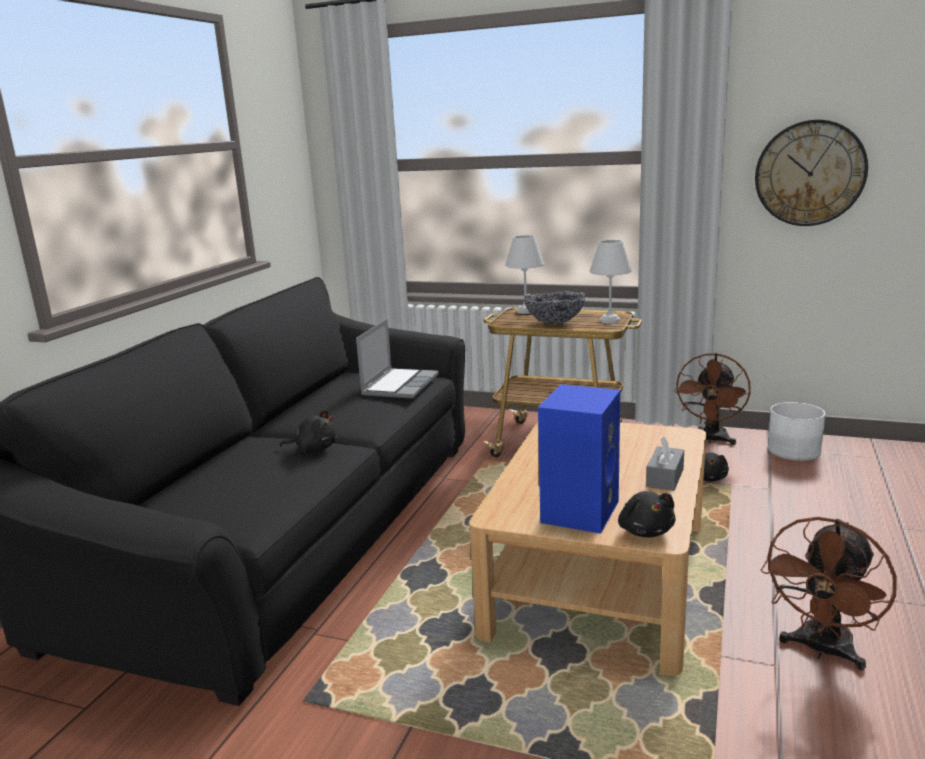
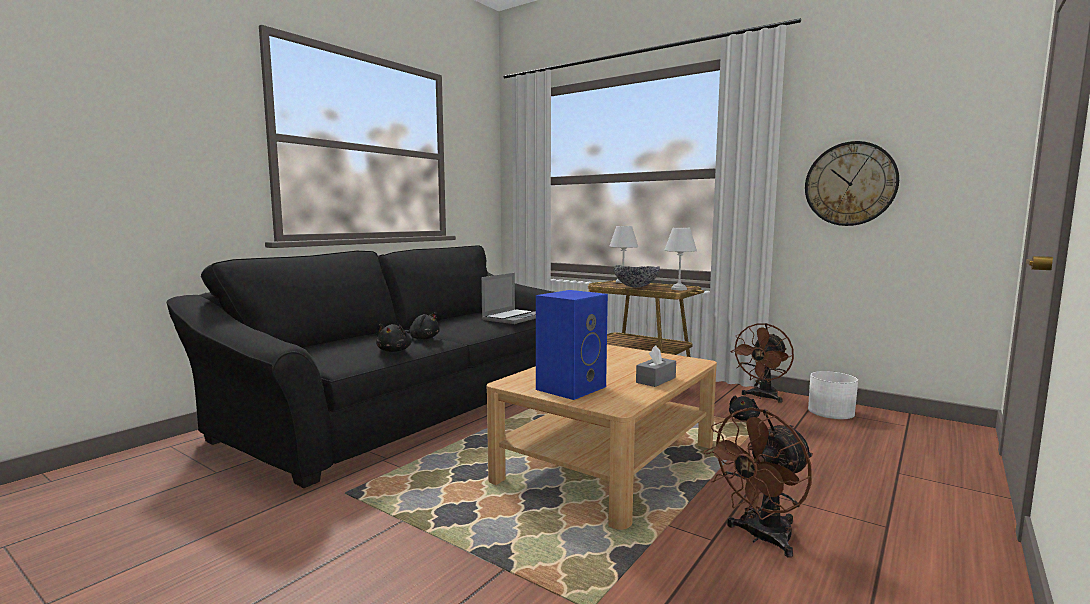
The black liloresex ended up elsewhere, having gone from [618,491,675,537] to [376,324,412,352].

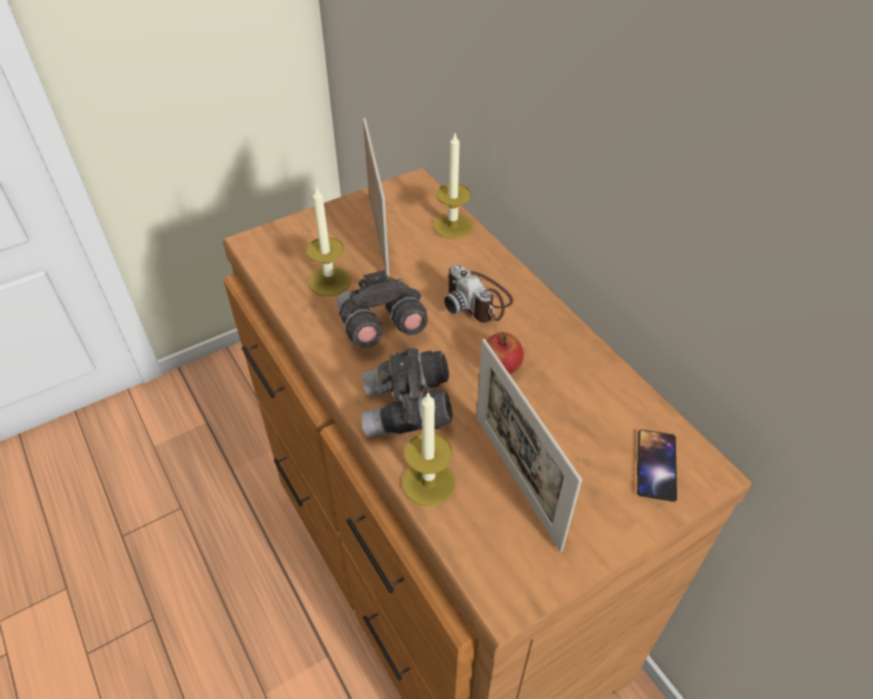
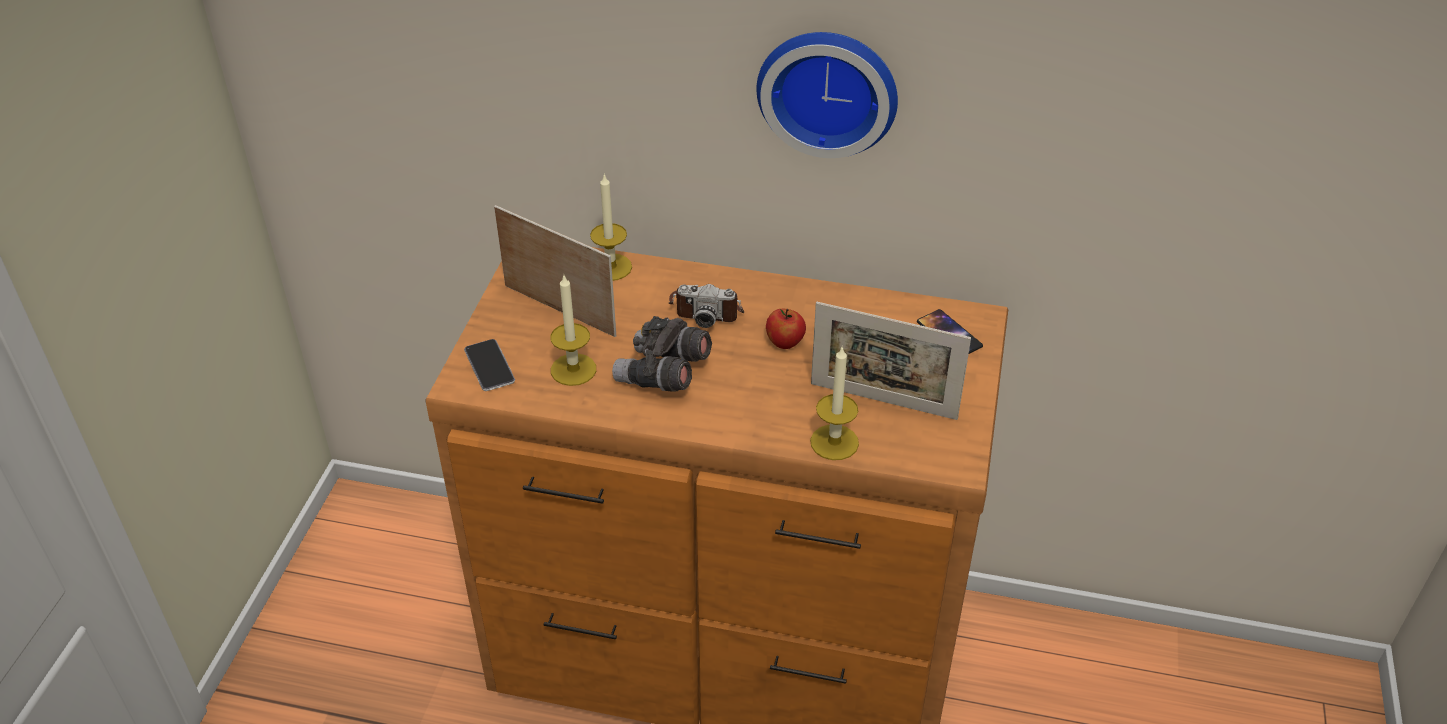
The second view lost the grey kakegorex at [361,348,453,437].
The second view gained the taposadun at [464,339,515,391].
The second view gained the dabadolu at [757,32,898,158].

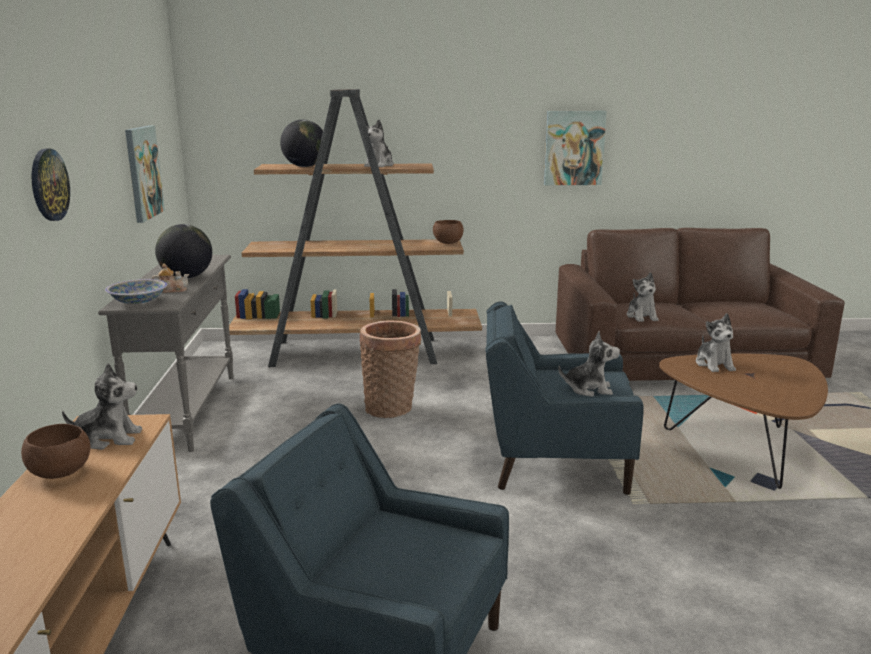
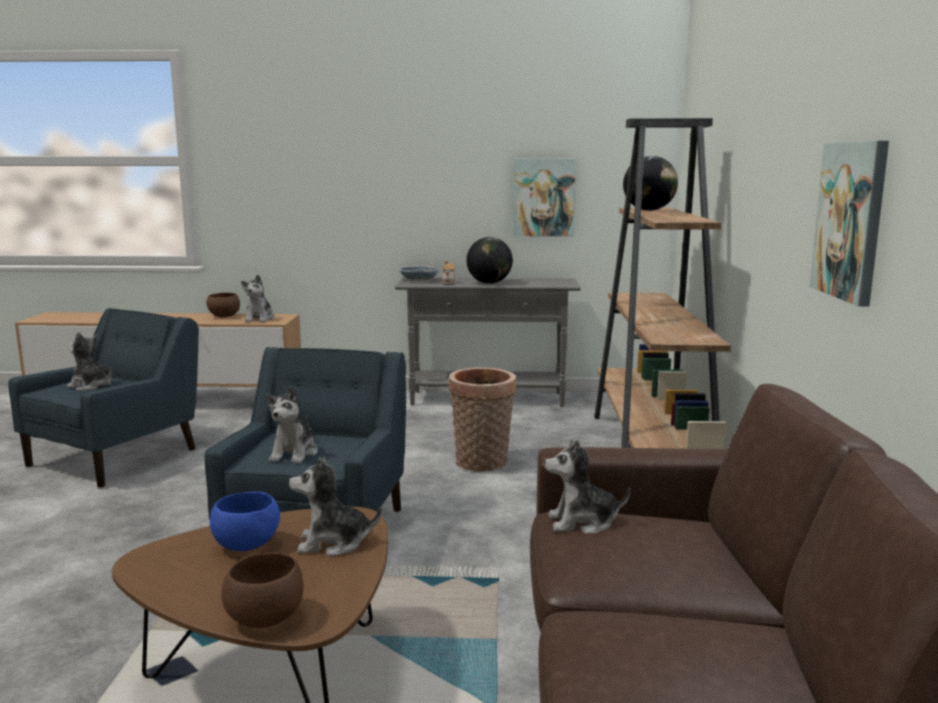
The second view lost the dabadolu at [32,149,70,221].
The second view gained the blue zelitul at [210,492,280,551].
The liloresex ended up elsewhere, having gone from [364,120,394,167] to [67,332,111,391].
The brown zelitul ended up elsewhere, having gone from [433,220,464,244] to [221,552,304,628].

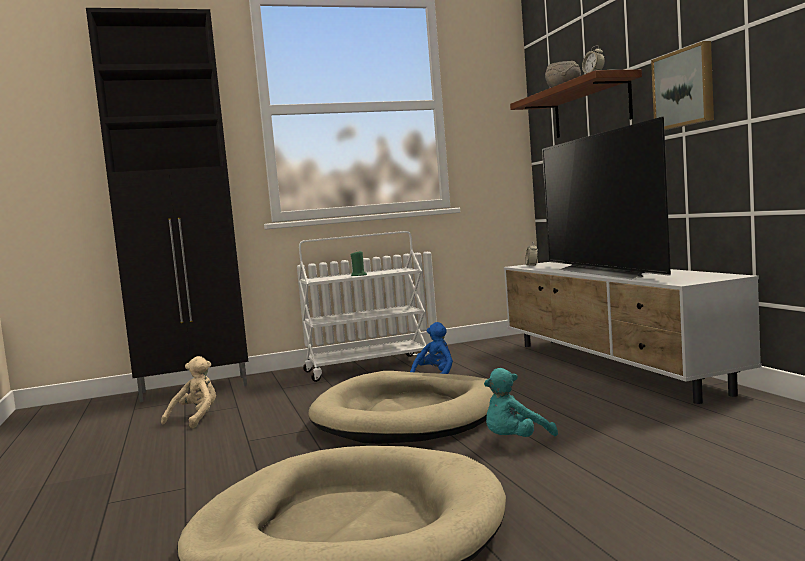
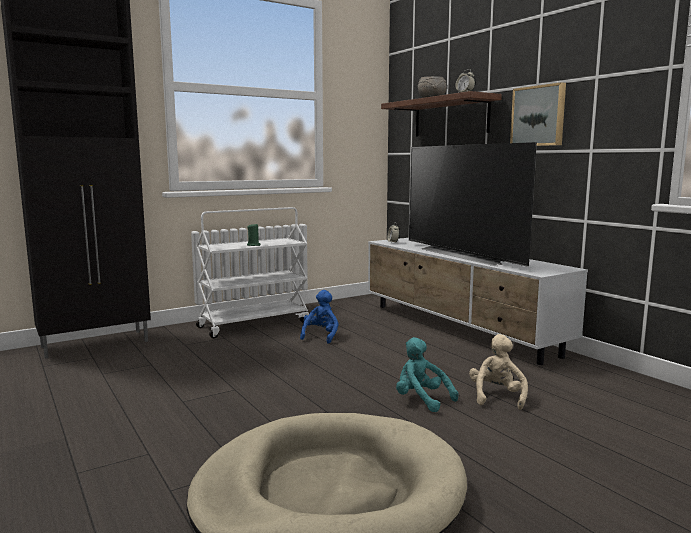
The second view lost the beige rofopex at [308,371,494,444].
The beige liloresex ended up elsewhere, having gone from [161,356,216,429] to [469,334,528,410].
The turquoise liloresex at [484,368,558,437] ended up facing another way, 90 degrees clockwise from before.

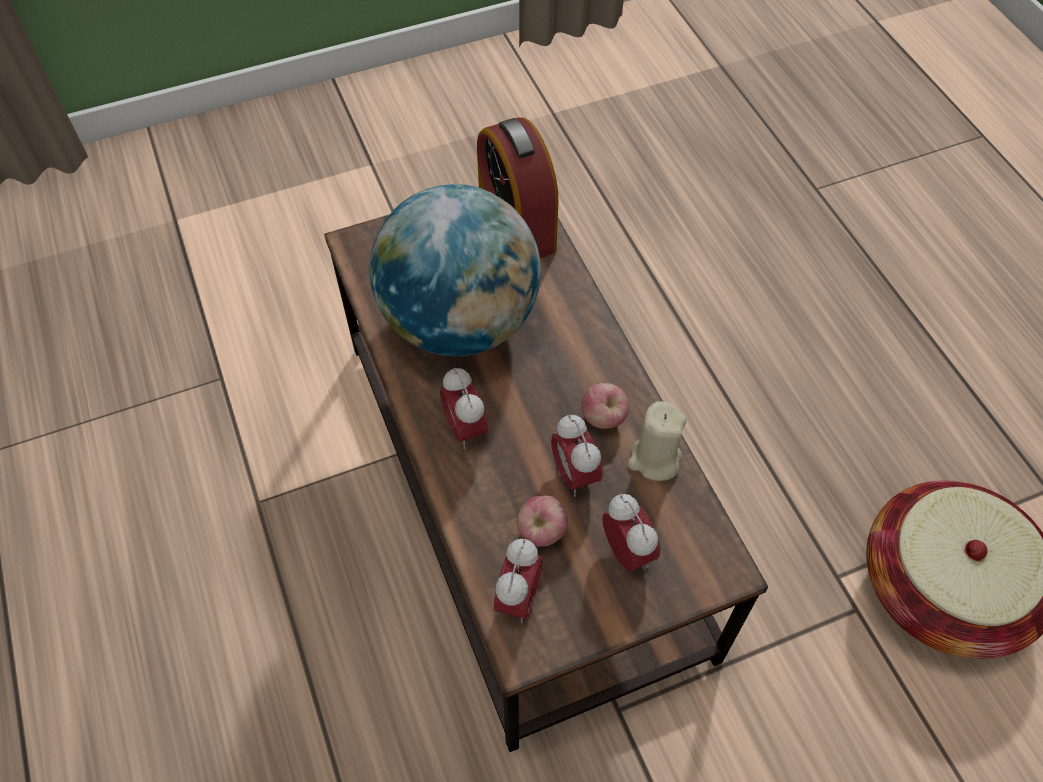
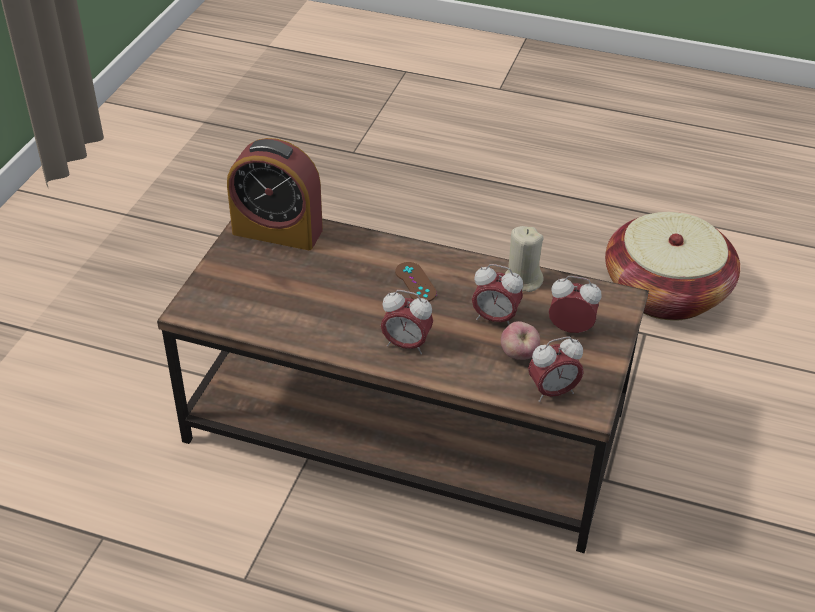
The second view lost the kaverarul at [370,184,541,356].
The second view lost the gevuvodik at [581,383,629,429].
The second view gained the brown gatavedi at [395,262,437,302].
The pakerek at [494,539,542,623] ended up facing another way, 105 degrees clockwise from before.

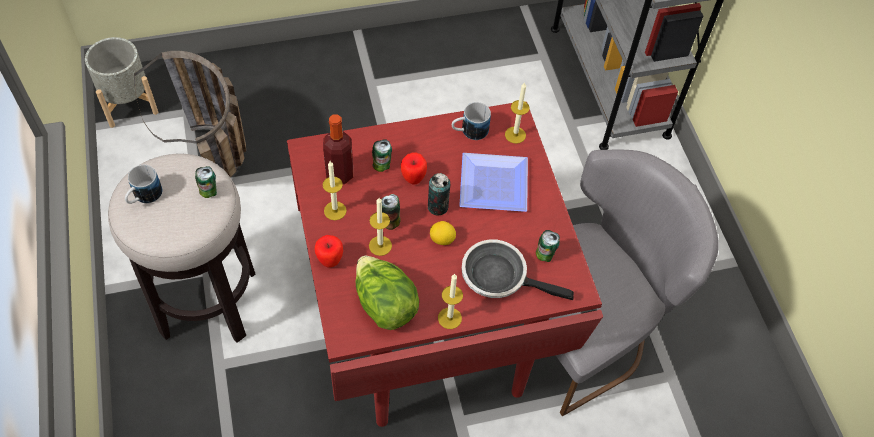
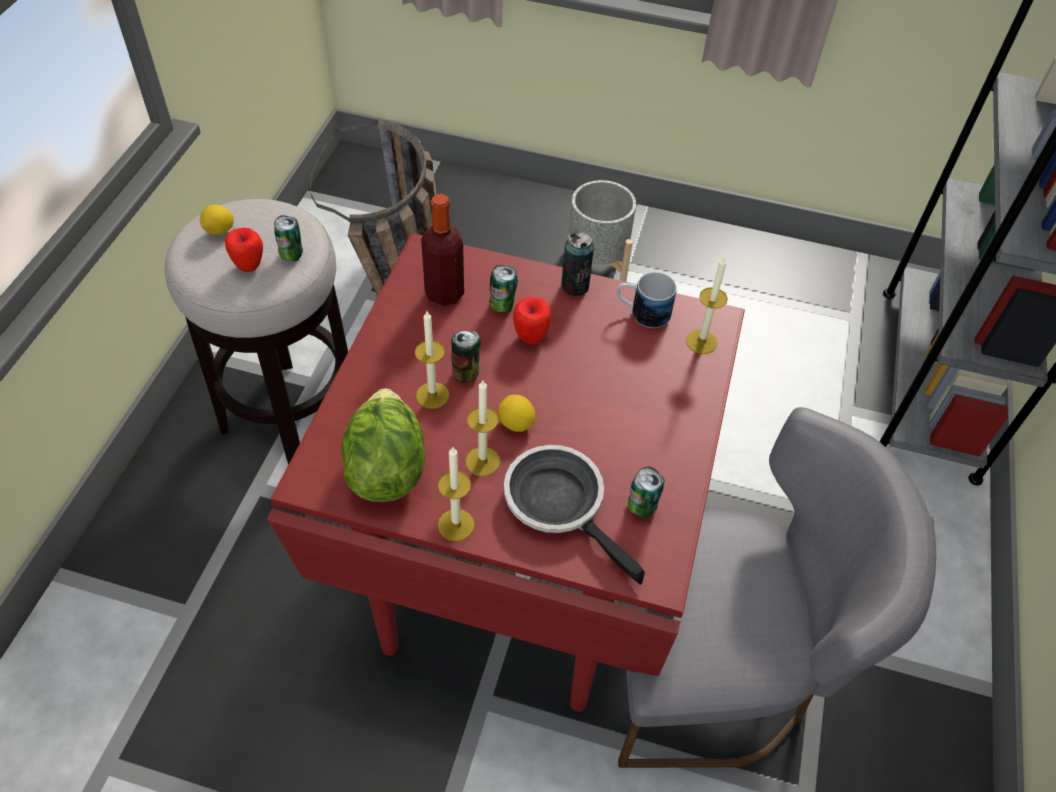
The second view lost the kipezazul at [459,153,528,212].
The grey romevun ended up elsewhere, having gone from [85,37,158,128] to [568,180,636,282].
The gevuvodik ended up elsewhere, having gone from [315,235,343,267] to [225,228,263,272].
The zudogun ended up elsewhere, having gone from [322,161,347,220] to [466,380,500,476].
The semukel ended up elsewhere, having gone from [428,173,450,215] to [561,232,594,296].
Where the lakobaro stood at [125,165,162,204], the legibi came to stand at [200,205,234,235].

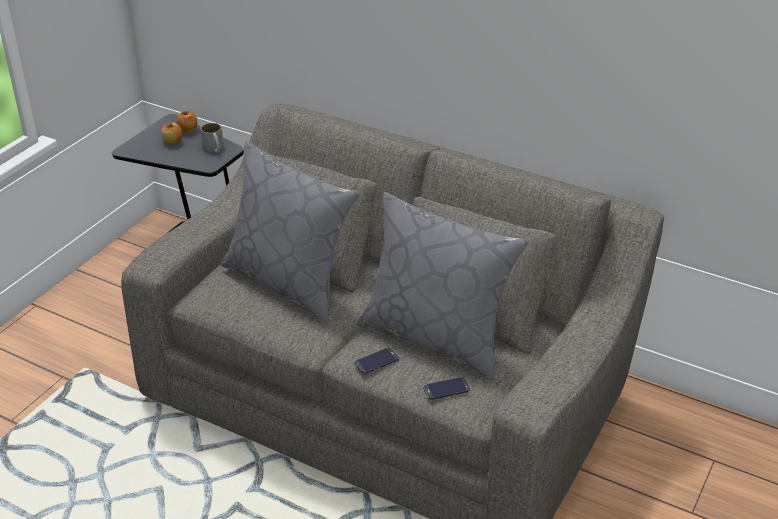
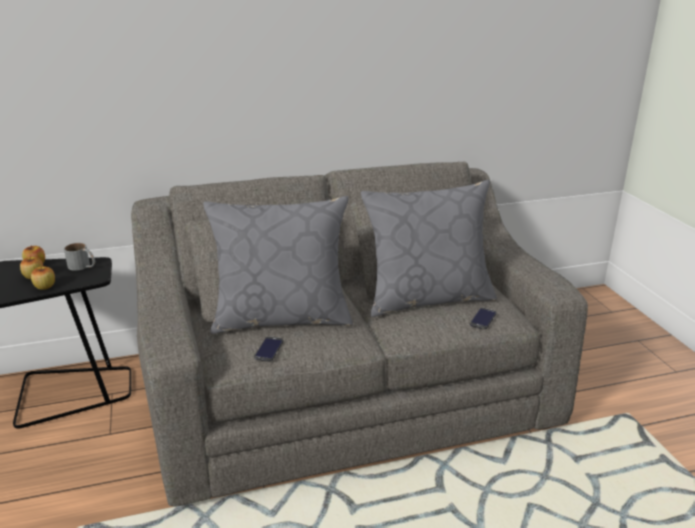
The second view gained the gevuvodik at [31,265,55,290].
The taposadun ended up elsewhere, having gone from [354,347,399,374] to [254,336,283,362].

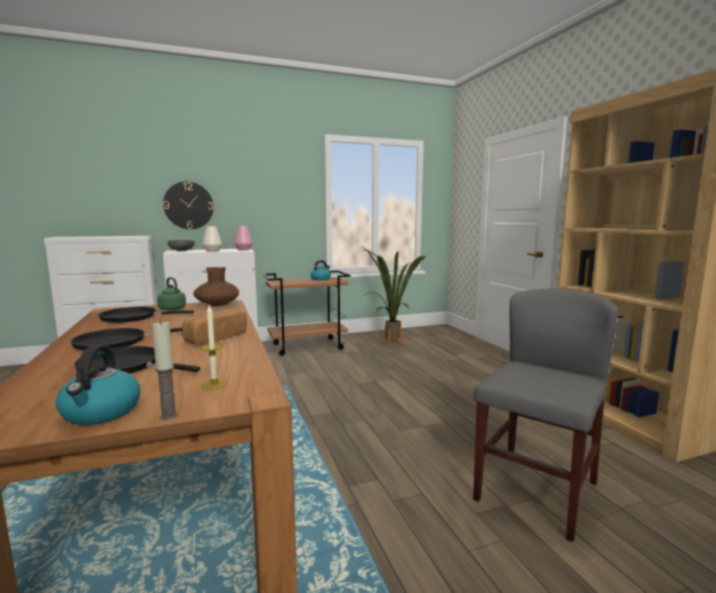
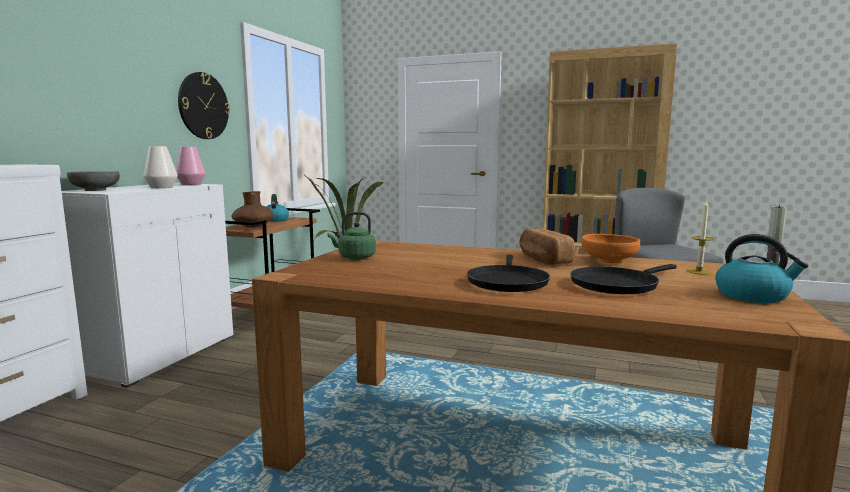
The second view lost the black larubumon at [98,307,194,323].
The second view gained the orange zelitul at [581,234,640,263].
The dabadolu ended up elsewhere, having gone from [163,181,214,229] to [178,72,230,139].
The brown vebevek ended up elsewhere, having gone from [194,267,239,306] to [232,191,274,228].

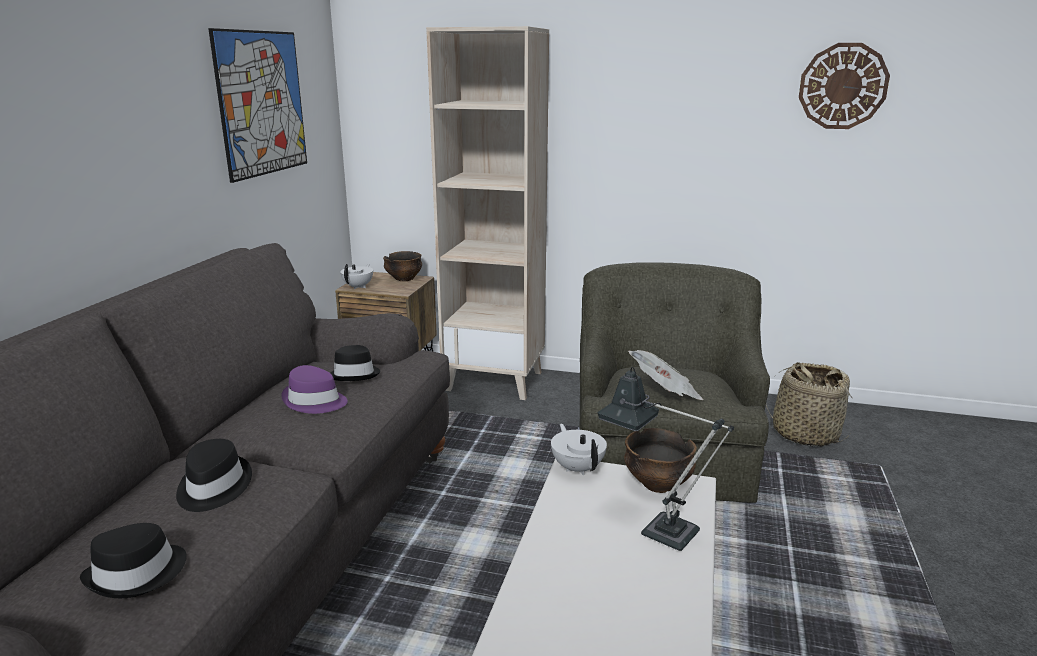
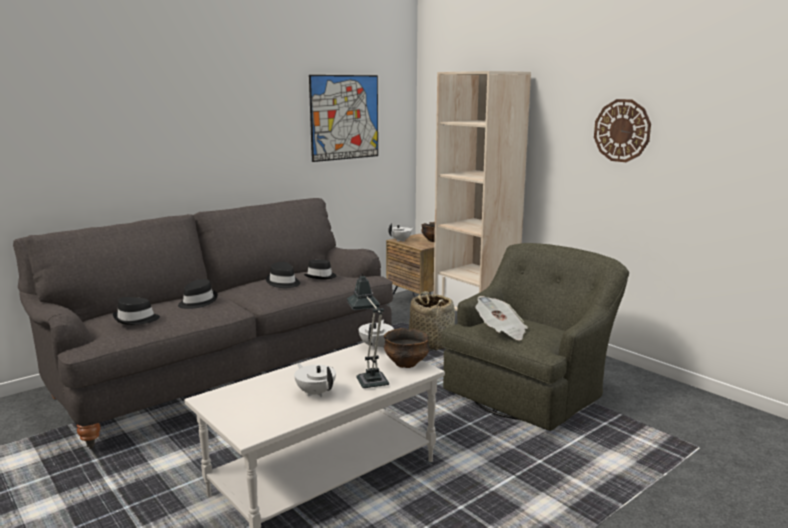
The second view gained the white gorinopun at [294,363,336,397].
The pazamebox ended up elsewhere, having gone from [766,362,852,447] to [409,291,455,350].
The dabadolu ended up elsewhere, having gone from [799,43,890,129] to [594,99,651,162].
What was the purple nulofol at [281,365,348,414] turned into the black nulofol at [266,262,300,288].

